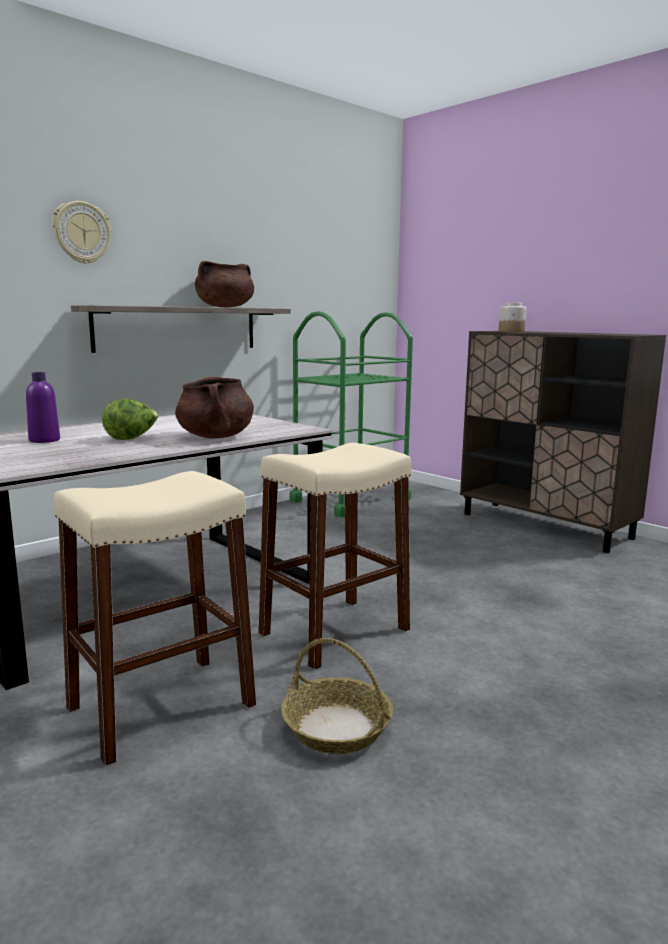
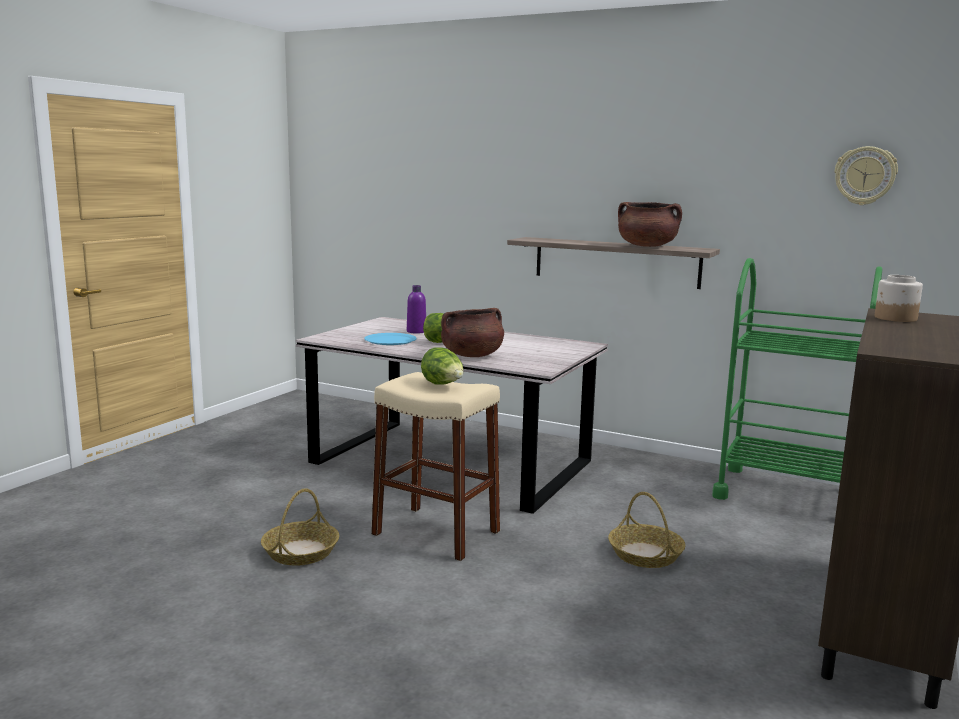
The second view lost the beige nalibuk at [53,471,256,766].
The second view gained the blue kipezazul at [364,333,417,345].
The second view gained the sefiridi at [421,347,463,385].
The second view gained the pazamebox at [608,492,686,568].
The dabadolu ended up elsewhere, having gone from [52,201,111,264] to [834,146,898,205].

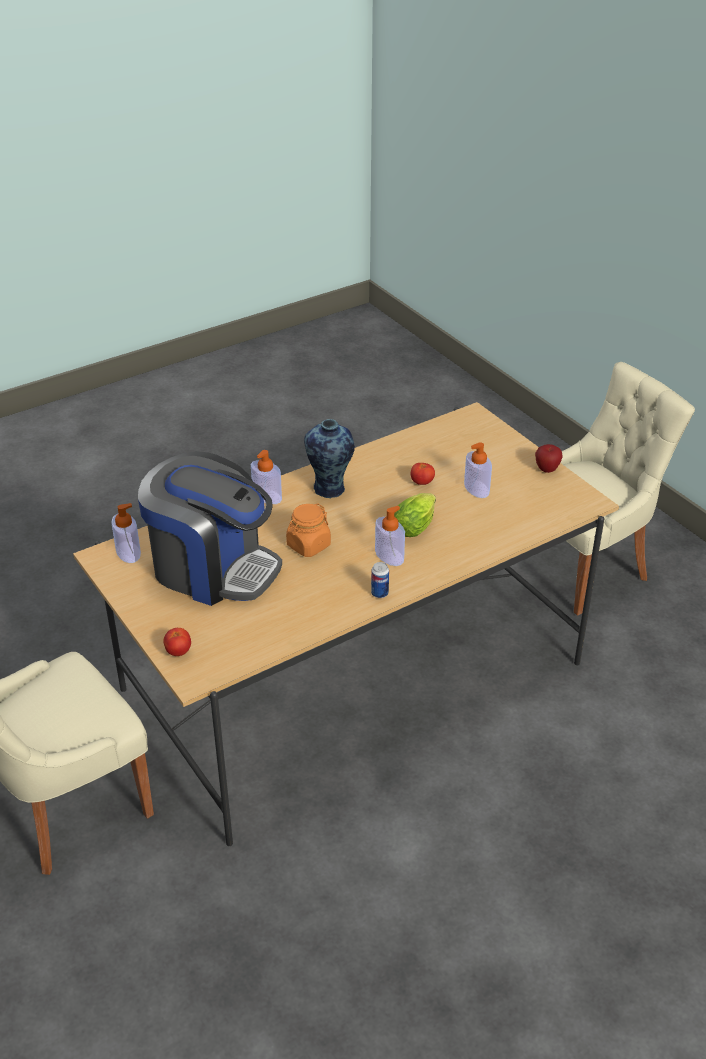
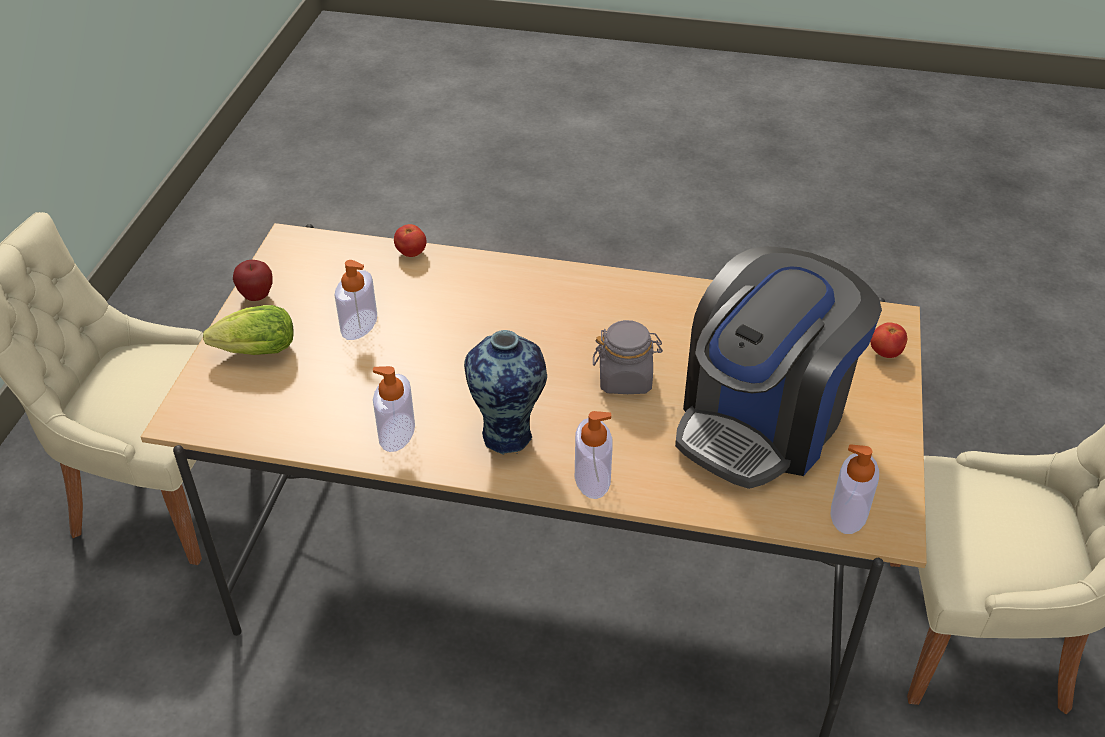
The second view lost the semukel at [371,562,389,598].
The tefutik ended up elsewhere, having gone from [375,506,405,566] to [373,366,415,452].
The sefiridi ended up elsewhere, having gone from [394,493,436,537] to [203,305,294,355].
The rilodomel ended up elsewhere, having gone from [411,463,435,485] to [394,224,427,257].
What was the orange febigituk at [286,503,331,557] turned into the grey febigituk at [593,320,663,394].
The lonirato at [138,451,282,606] ended up facing another way, 120 degrees counterclockwise from before.

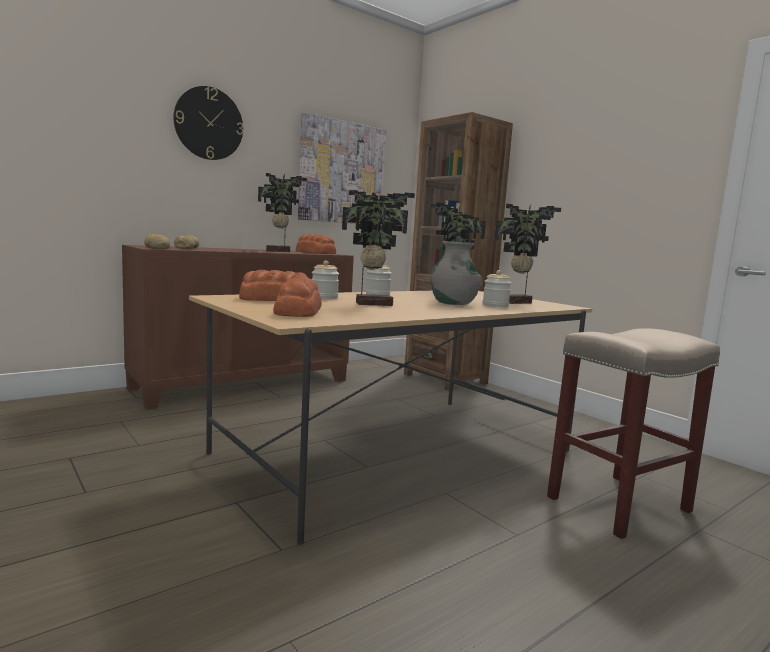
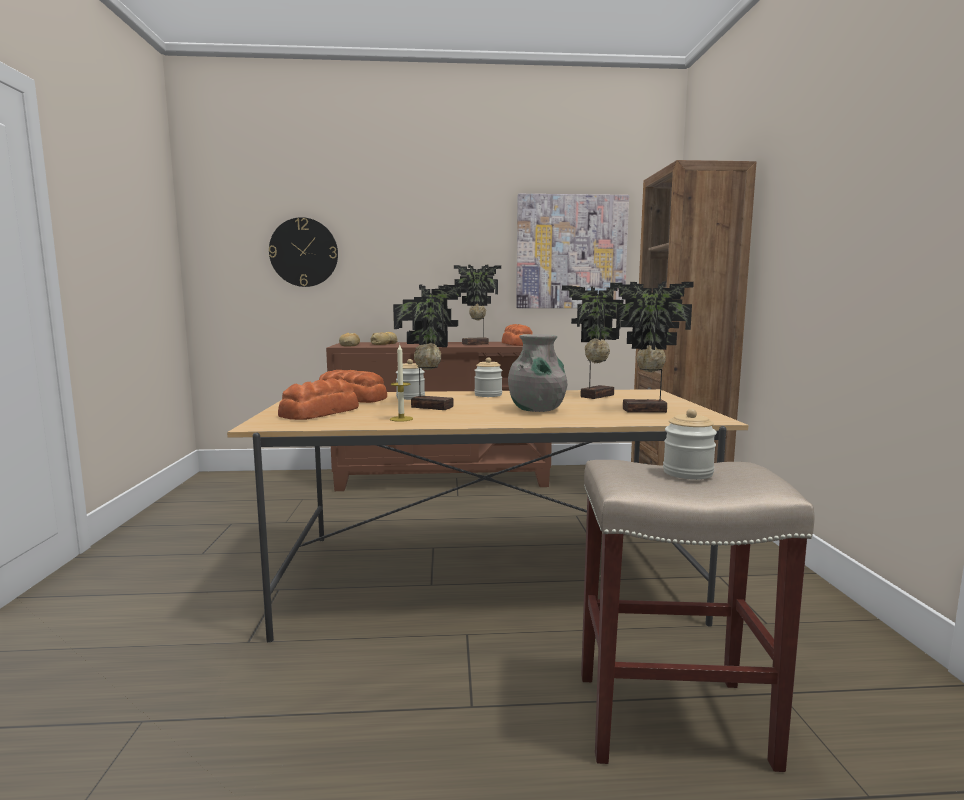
The second view gained the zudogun at [390,345,413,422].
The dabadolu ended up elsewhere, having gone from [174,86,243,160] to [269,217,338,287].
The febigituk ended up elsewhere, having gone from [483,270,511,307] to [663,409,717,480].

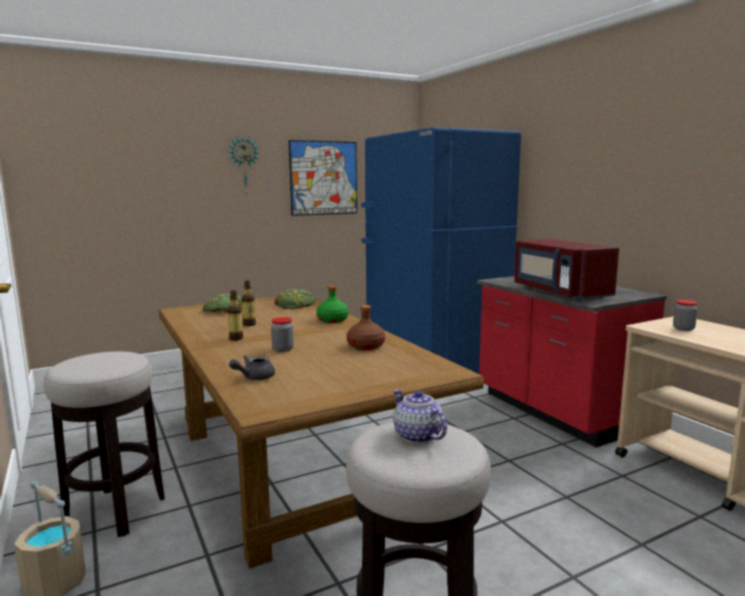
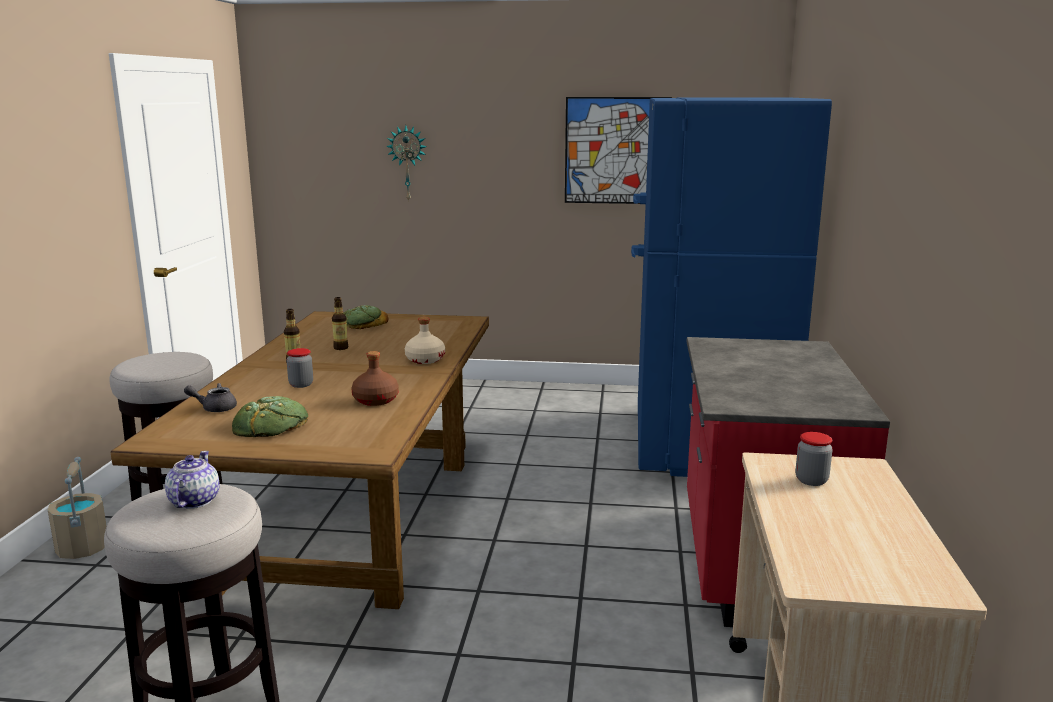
The second view lost the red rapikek at [514,239,619,301].
The dabadolu ended up elsewhere, having gone from [229,135,260,195] to [386,125,427,202].
The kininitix ended up elsewhere, having gone from [275,289,316,309] to [232,396,308,437].
What was the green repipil at [316,285,349,323] turned into the beige repipil at [405,317,445,364].

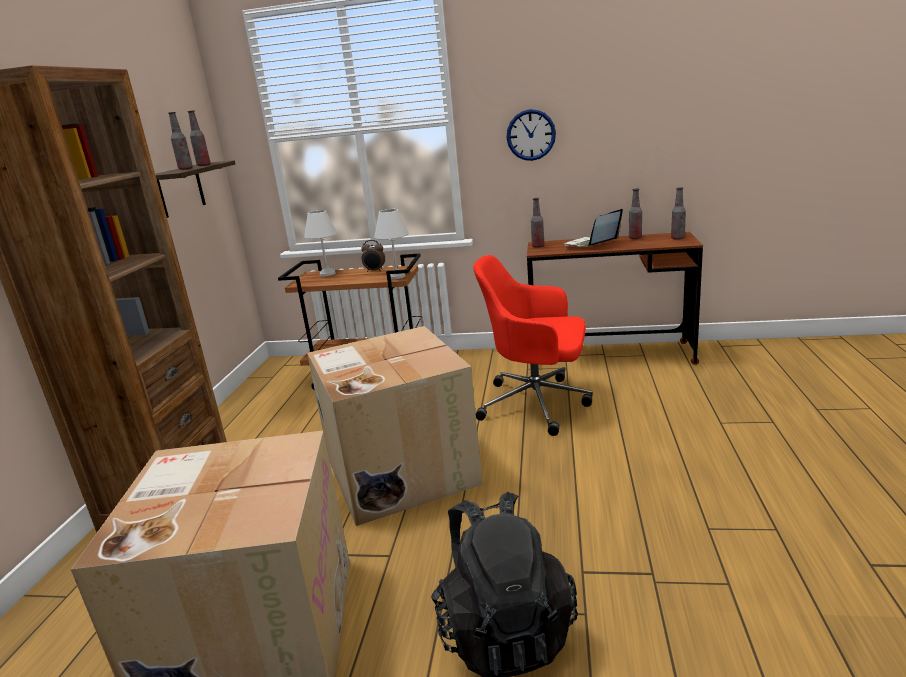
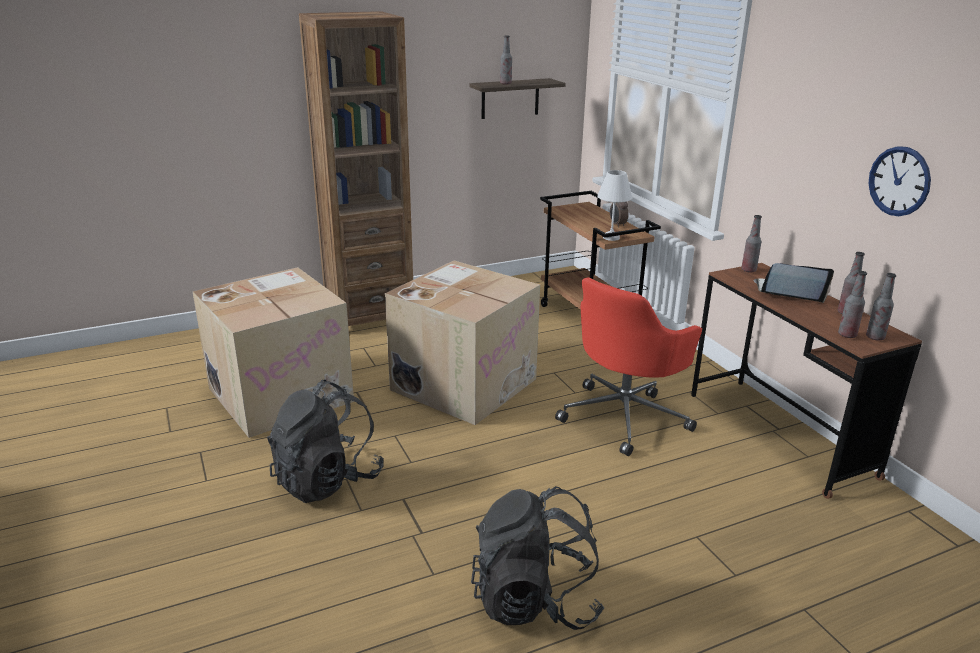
The second view lost the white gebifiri at [304,210,337,276].
The second view gained the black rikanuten at [471,486,604,630].
The repipil ended up elsewhere, having gone from [188,110,211,166] to [838,271,867,338].
The dabadolu ended up elsewhere, having gone from [506,109,556,161] to [868,146,931,216].
The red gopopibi at [473,255,593,436] ended up facing another way, 120 degrees counterclockwise from before.

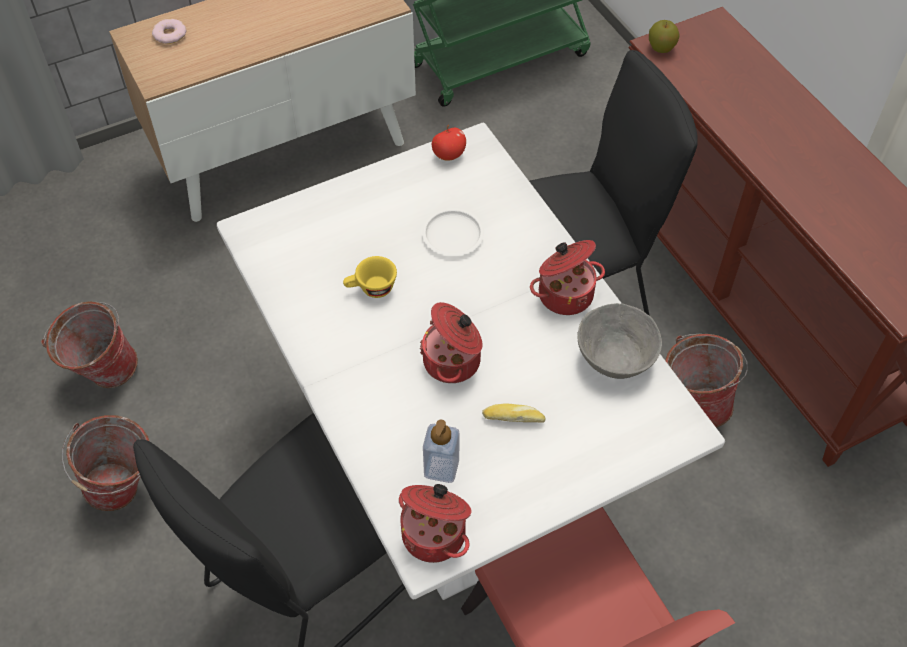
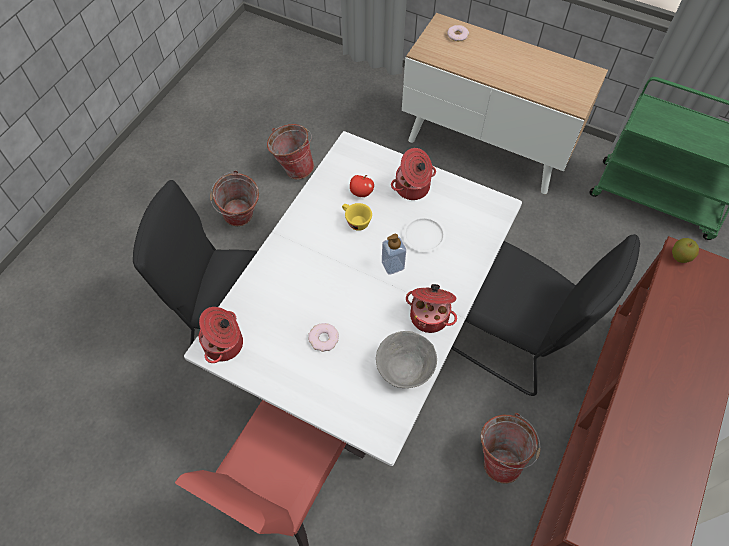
The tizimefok ended up elsewhere, having gone from [420,302,483,383] to [391,148,436,200].
The tefutik ended up elsewhere, having gone from [423,420,460,483] to [382,234,406,275].
The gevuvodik ended up elsewhere, having gone from [432,125,466,161] to [350,175,374,197].
Where the kininitix stood at [482,403,546,422], the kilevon came to stand at [308,323,339,352].

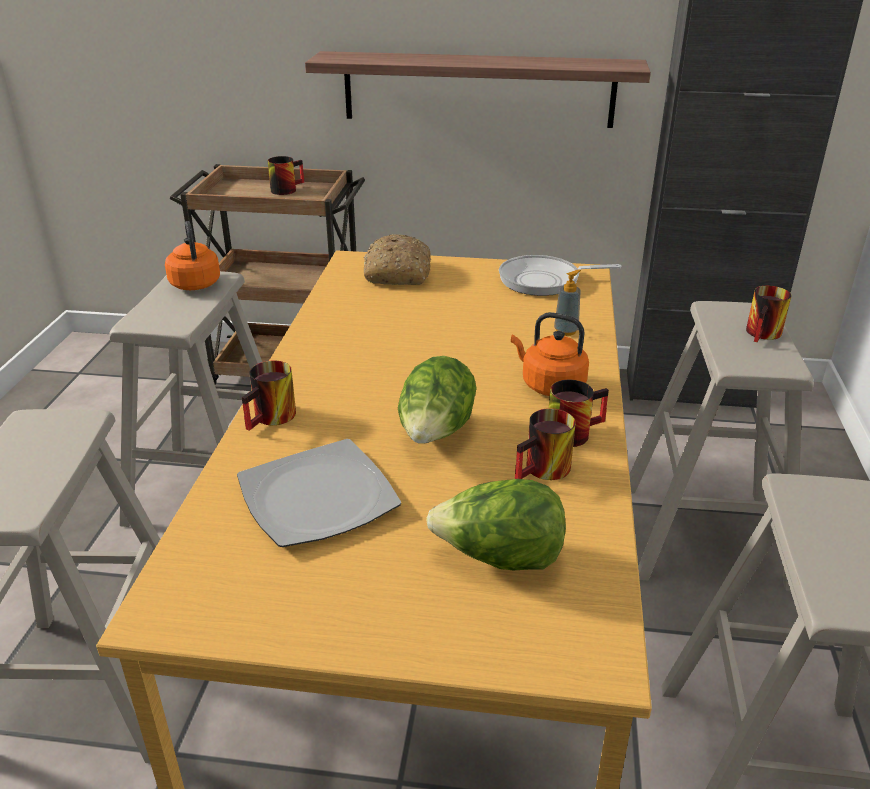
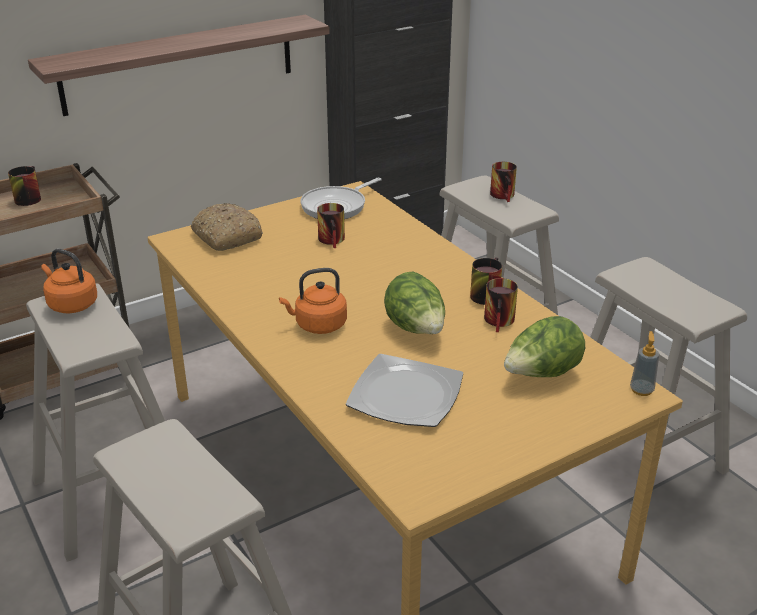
The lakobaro ended up elsewhere, having gone from [242,360,296,431] to [317,203,345,248].
The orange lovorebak ended up elsewhere, having gone from [511,312,589,396] to [279,268,347,334].
The tefutik ended up elsewhere, having gone from [554,269,581,336] to [630,331,660,396].

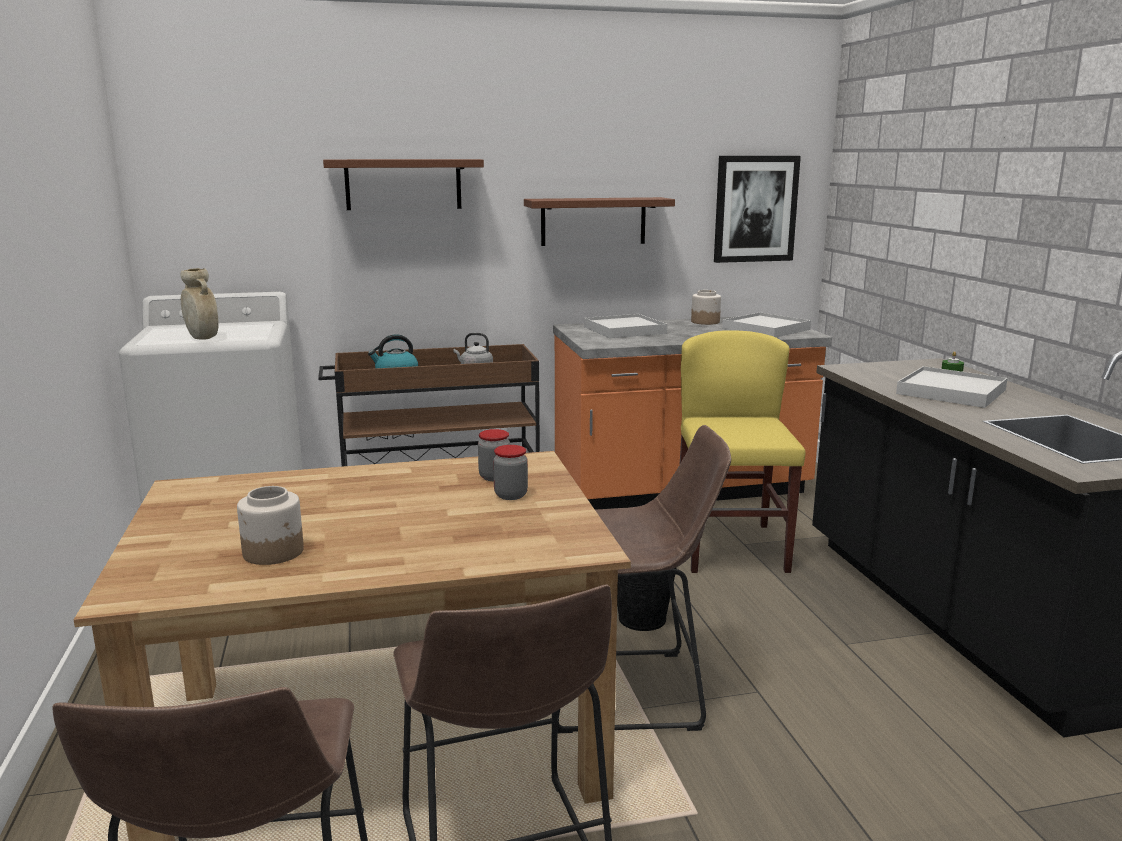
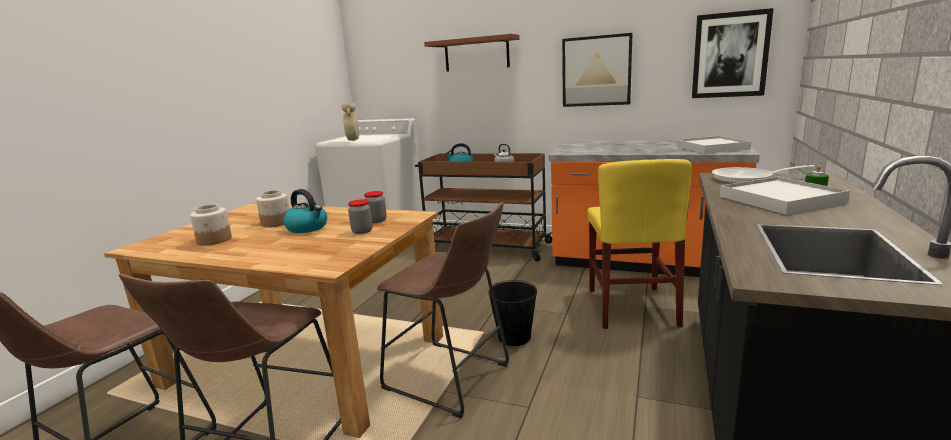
The second view lost the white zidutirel at [584,314,667,338].
The second view gained the lovorebak at [283,189,327,233].
The second view gained the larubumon at [712,165,815,184].
The febigituk ended up elsewhere, having gone from [691,290,721,325] to [256,190,290,227].
Where the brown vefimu hung at [524,197,675,246], the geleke came to hang at [562,33,632,107].
The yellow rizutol at [680,330,806,573] ended up facing another way, 150 degrees clockwise from before.

